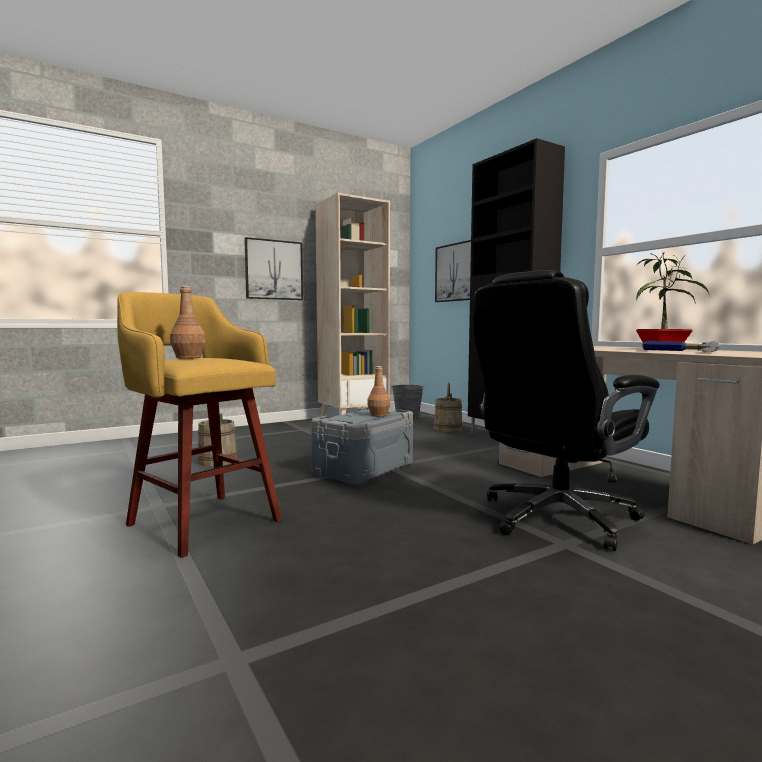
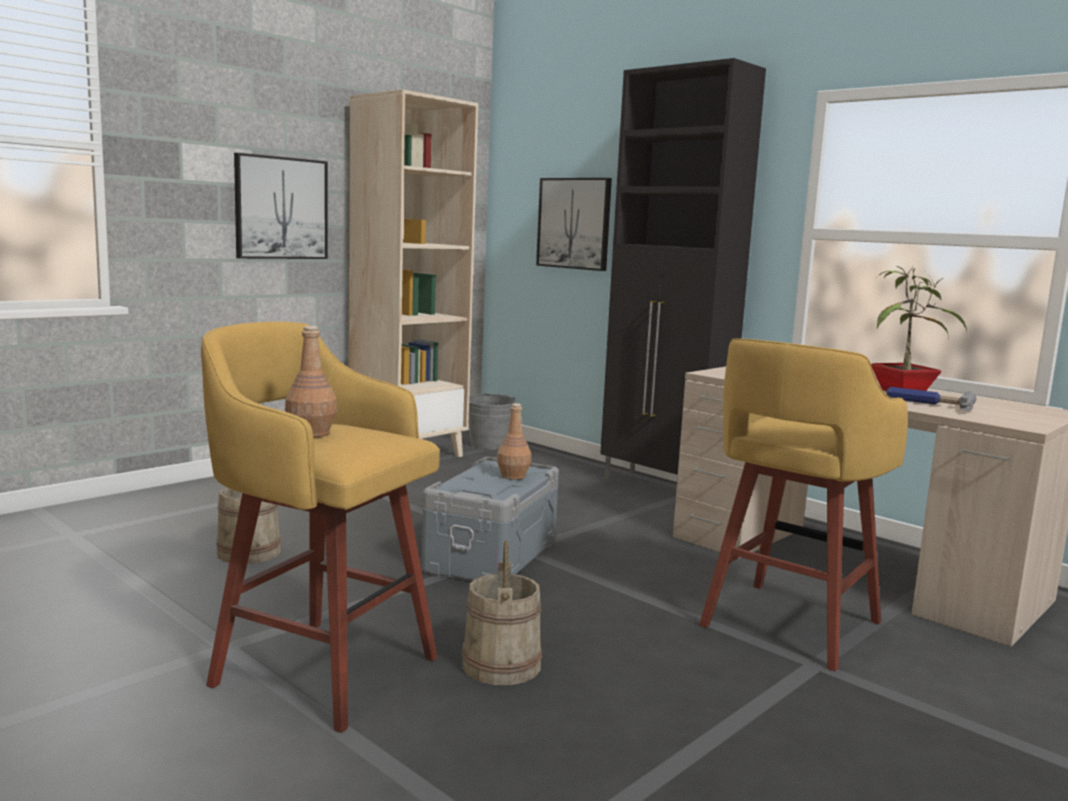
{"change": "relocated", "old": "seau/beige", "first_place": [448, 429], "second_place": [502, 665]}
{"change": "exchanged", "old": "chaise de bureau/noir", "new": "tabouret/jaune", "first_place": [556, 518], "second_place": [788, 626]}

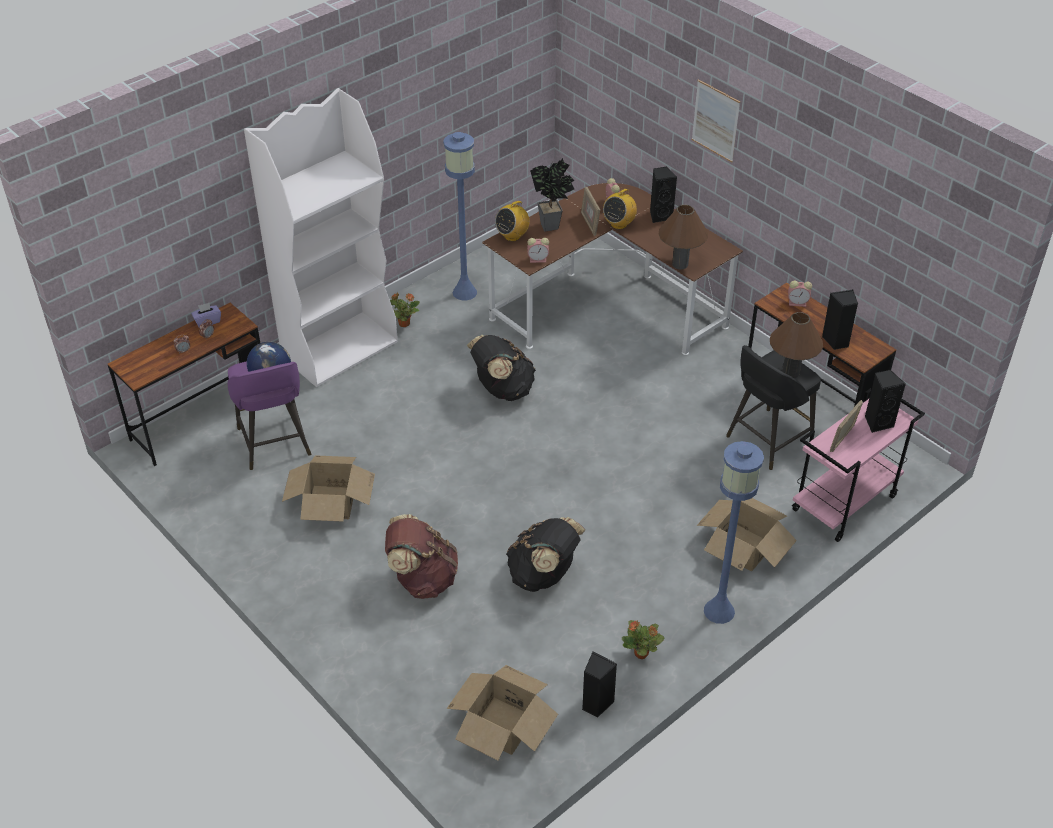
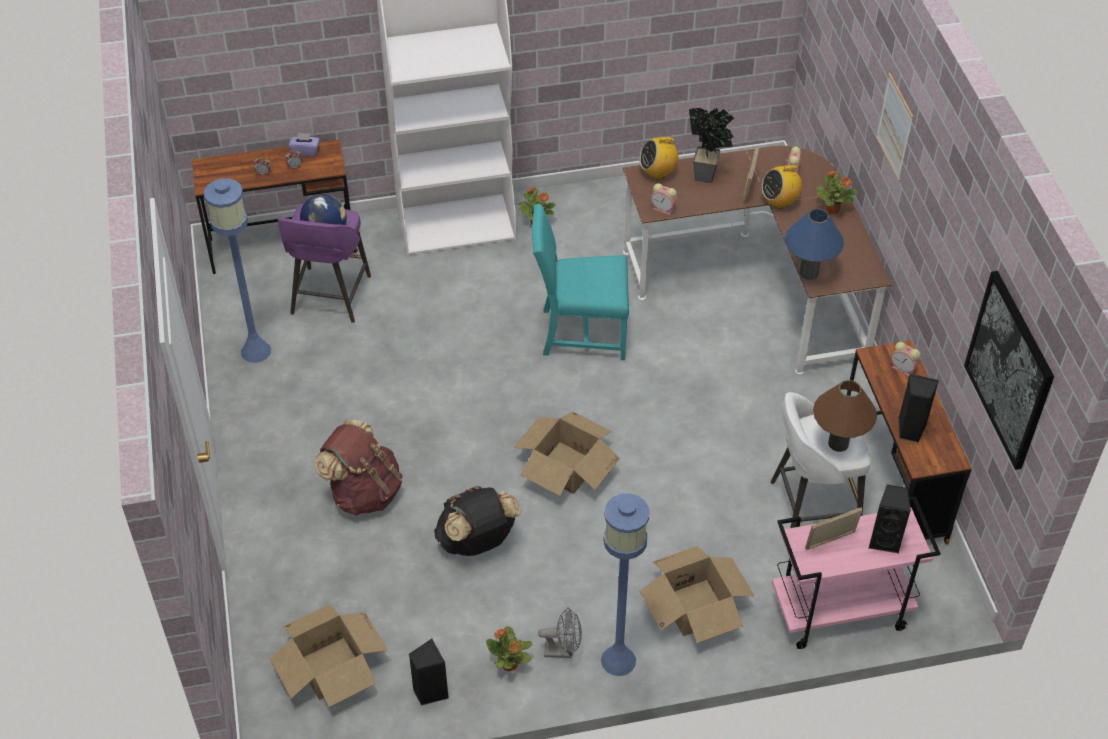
{"change": "relocated", "old": "lampadaire/bleu", "first_place": [464, 292], "second_place": [255, 351]}
{"change": "relocated", "old": "carton", "first_place": [331, 502], "second_place": [566, 467]}
{"change": "exchanged", "old": "sac à dos/noir", "new": "chaise/turquoise", "first_place": [502, 389], "second_place": [580, 332]}
{"change": "appeared", "new": "ventilateur/gris", "second_place": [563, 650]}
{"change": "colour", "old": "tabouret/noir", "new": "tabouret/blanc", "first_place": [767, 440], "second_place": [811, 505]}
{"change": "colour", "old": "lampe de table/marron", "new": "lampe de table/bleu", "first_place": [680, 264], "second_place": [809, 273]}
{"change": "exchanged", "old": "enceinte/noir", "new": "plante en pot", "first_place": [660, 216], "second_place": [832, 209]}
{"change": "appeared", "new": "tableau", "second_place": [1009, 370]}

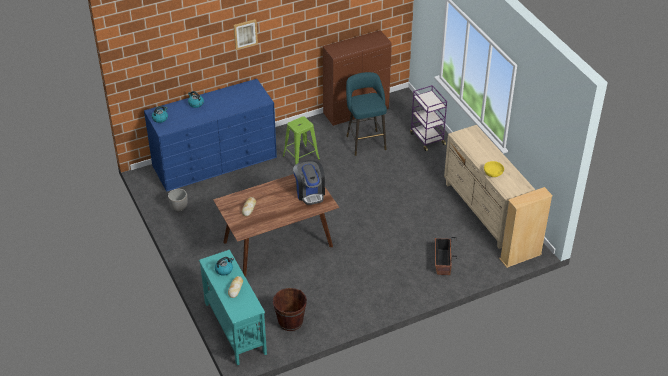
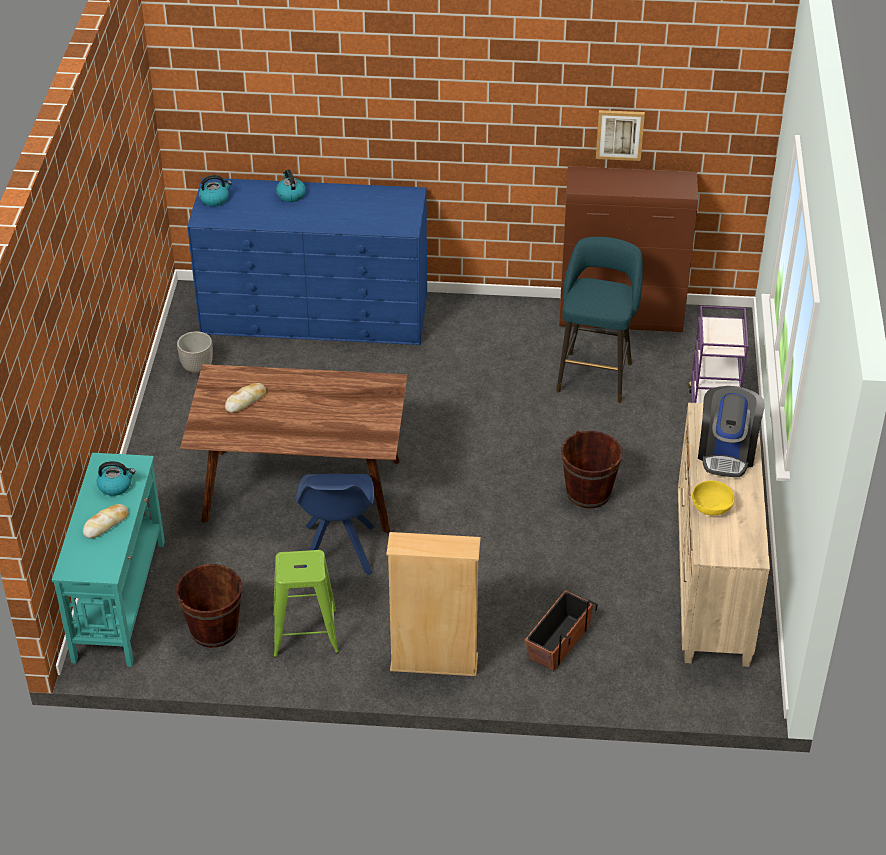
{"change": "relocated", "old": "tabouret/vert", "first_place": [300, 158], "second_place": [304, 633]}
{"change": "appeared", "new": "chaise/bleu", "second_place": [338, 551]}
{"change": "relocated", "old": "bibliothèque/beige", "first_place": [520, 257], "second_place": [434, 663]}
{"change": "appeared", "new": "seau/marron", "second_place": [588, 493]}
{"change": "relocated", "old": "tableau", "first_place": [245, 34], "second_place": [619, 134]}
{"change": "relocated", "old": "machine à café", "first_place": [310, 192], "second_place": [726, 452]}

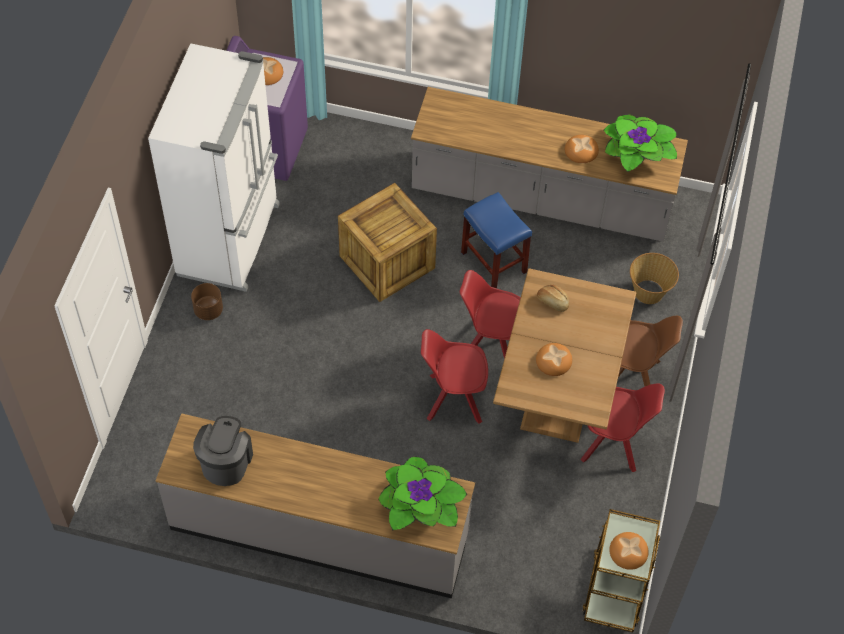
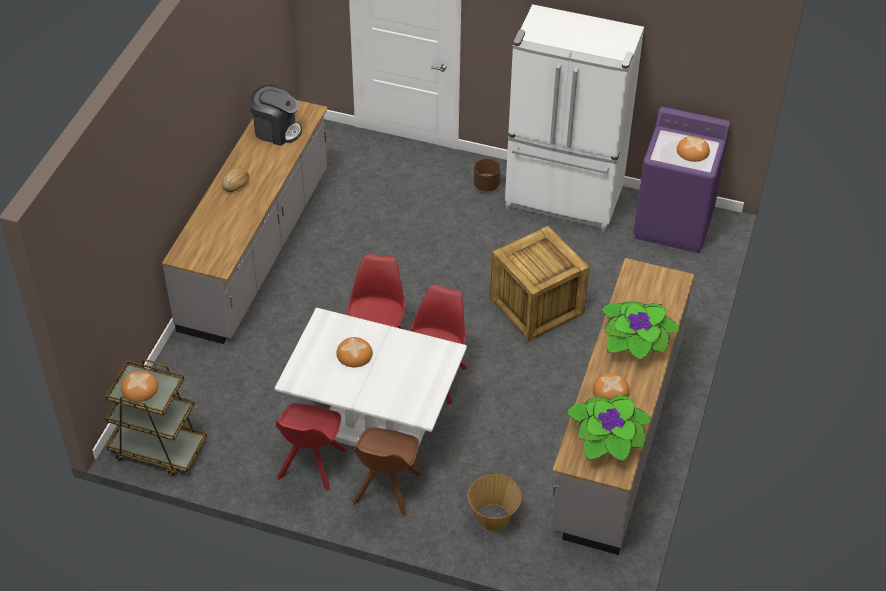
{"change": "relocated", "old": "pain", "first_place": [552, 302], "second_place": [236, 184]}
{"change": "colour", "old": "table à manger/marron", "new": "table à manger/blanc", "first_place": [557, 393], "second_place": [374, 425]}
{"change": "relocated", "old": "plante en pot", "first_place": [420, 505], "second_place": [635, 342]}
{"change": "missing", "old": "tabouret/bleu", "first_place": [494, 262]}

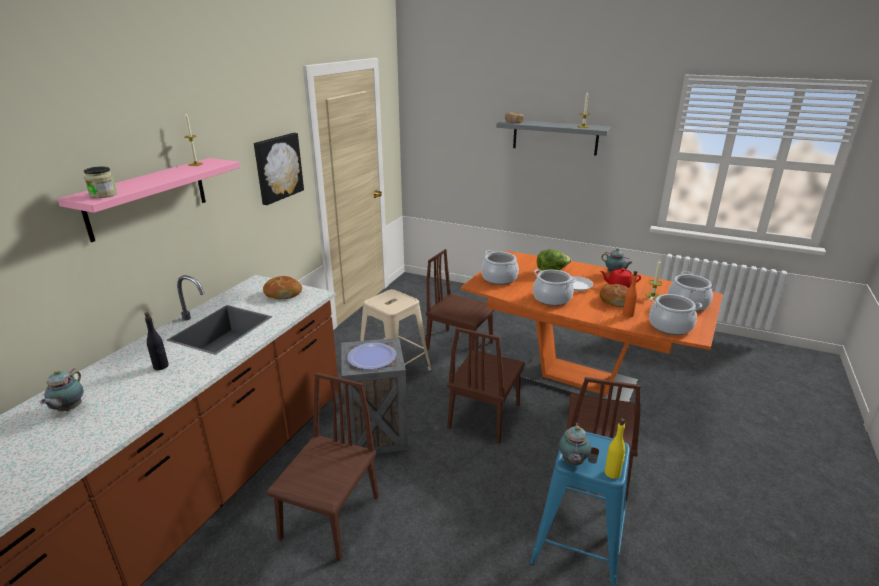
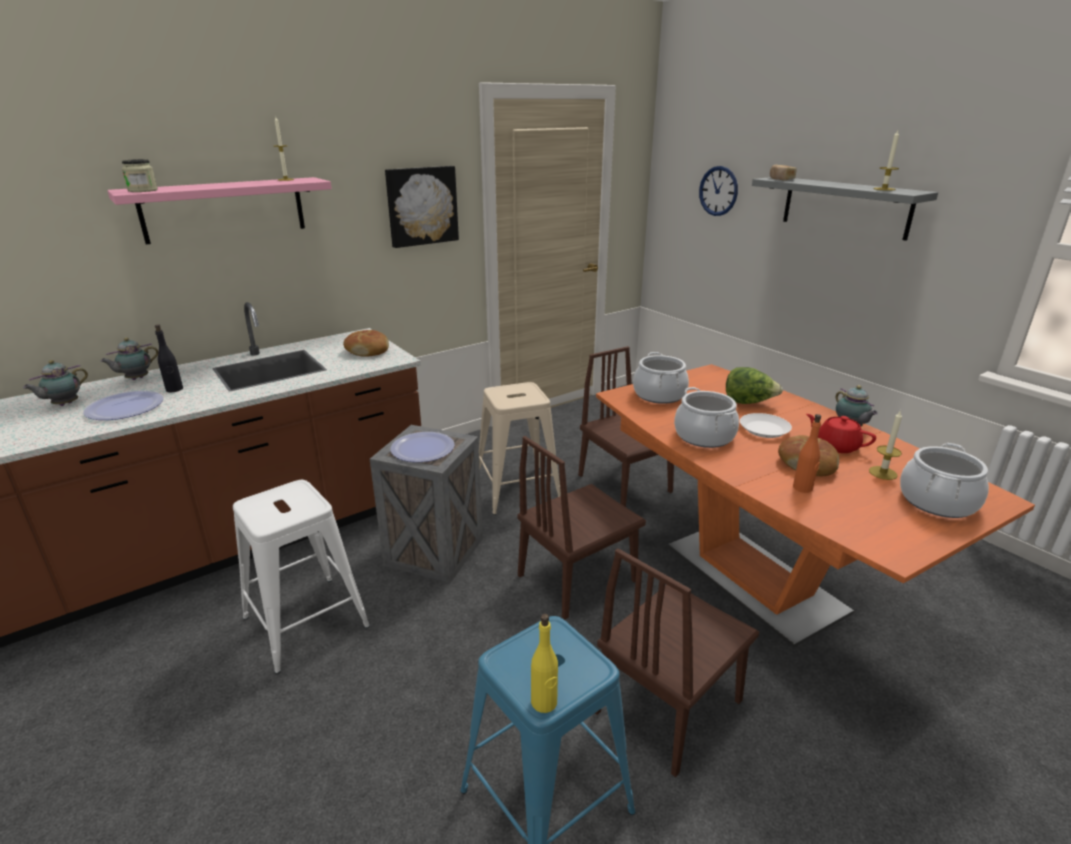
{"change": "appeared", "new": "assiette", "second_place": [124, 407]}
{"change": "relocated", "old": "théière", "first_place": [572, 462], "second_place": [136, 379]}
{"change": "exchanged", "old": "chaise/marron", "new": "tabouret/blanc", "first_place": [330, 517], "second_place": [305, 622]}
{"change": "appeared", "new": "horloge murale", "second_place": [718, 191]}
{"change": "missing", "old": "marmite", "first_place": [670, 326]}

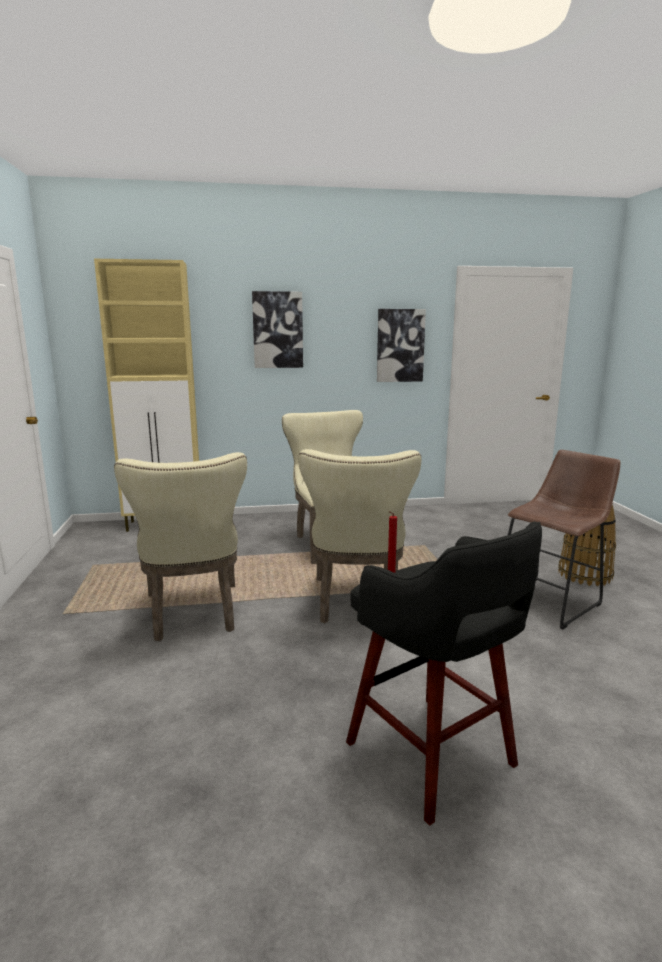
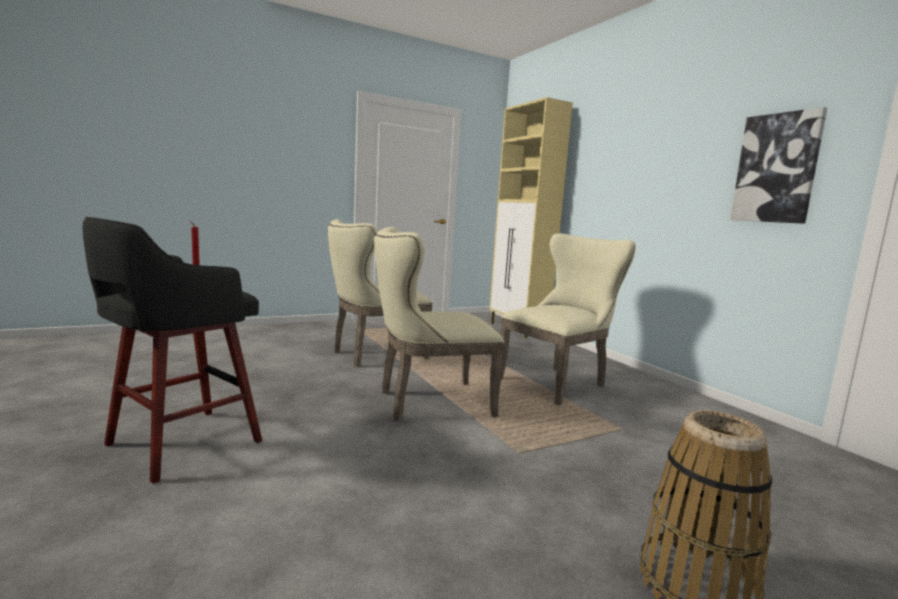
{"change": "missing", "old": "tableau", "first_place": [277, 330]}
{"change": "missing", "old": "tabouret/marron", "first_place": [551, 600]}

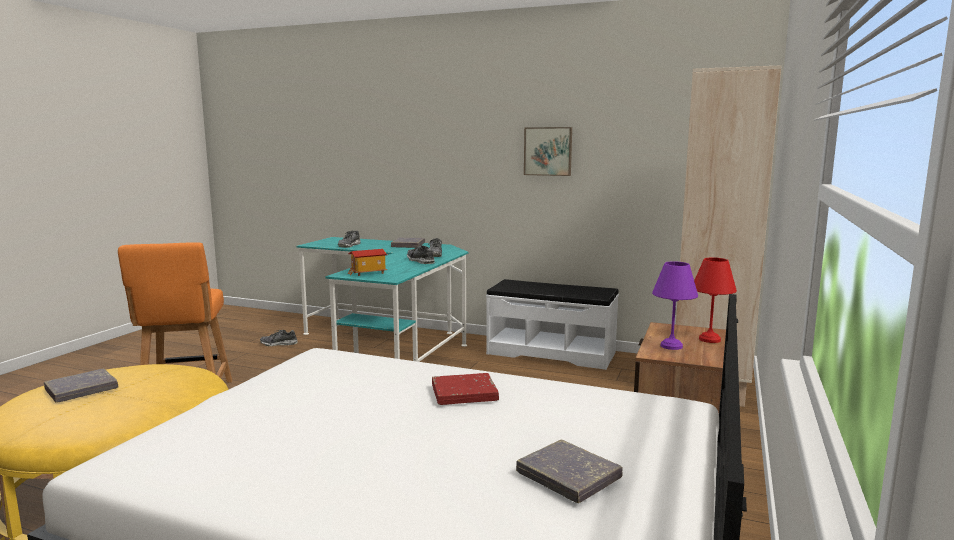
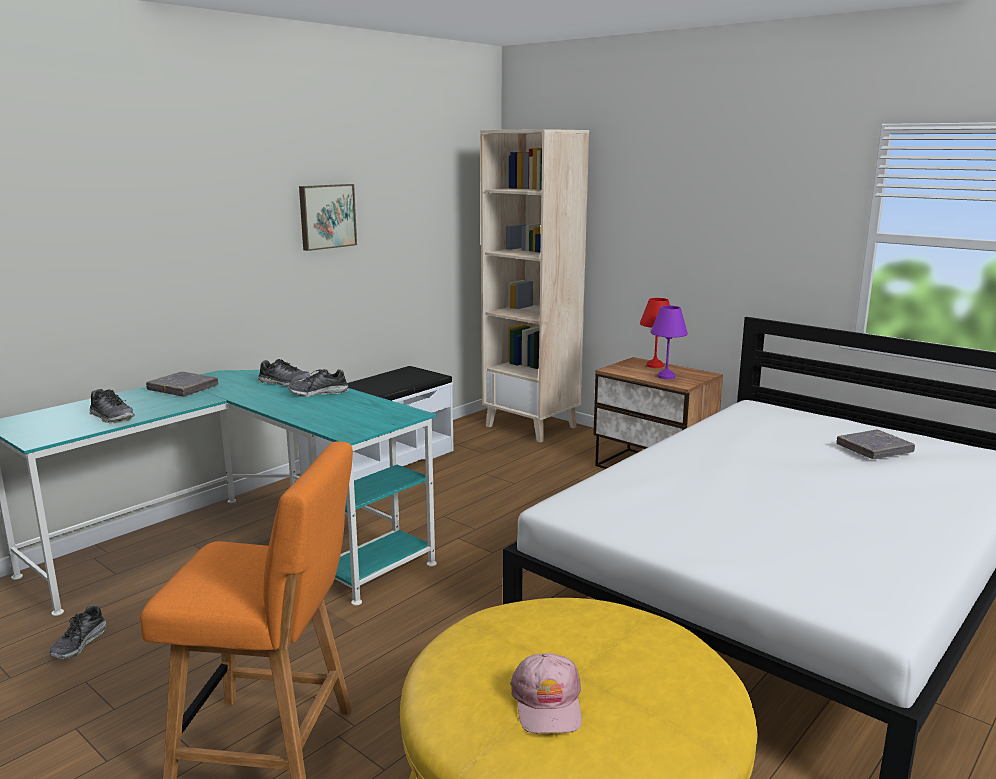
{"change": "exchanged", "old": "livre/gris", "new": "casquette/rose", "first_place": [81, 390], "second_place": [548, 703]}
{"change": "missing", "old": "maison miniature", "first_place": [368, 273]}
{"change": "missing", "old": "livre/rouge", "first_place": [464, 394]}

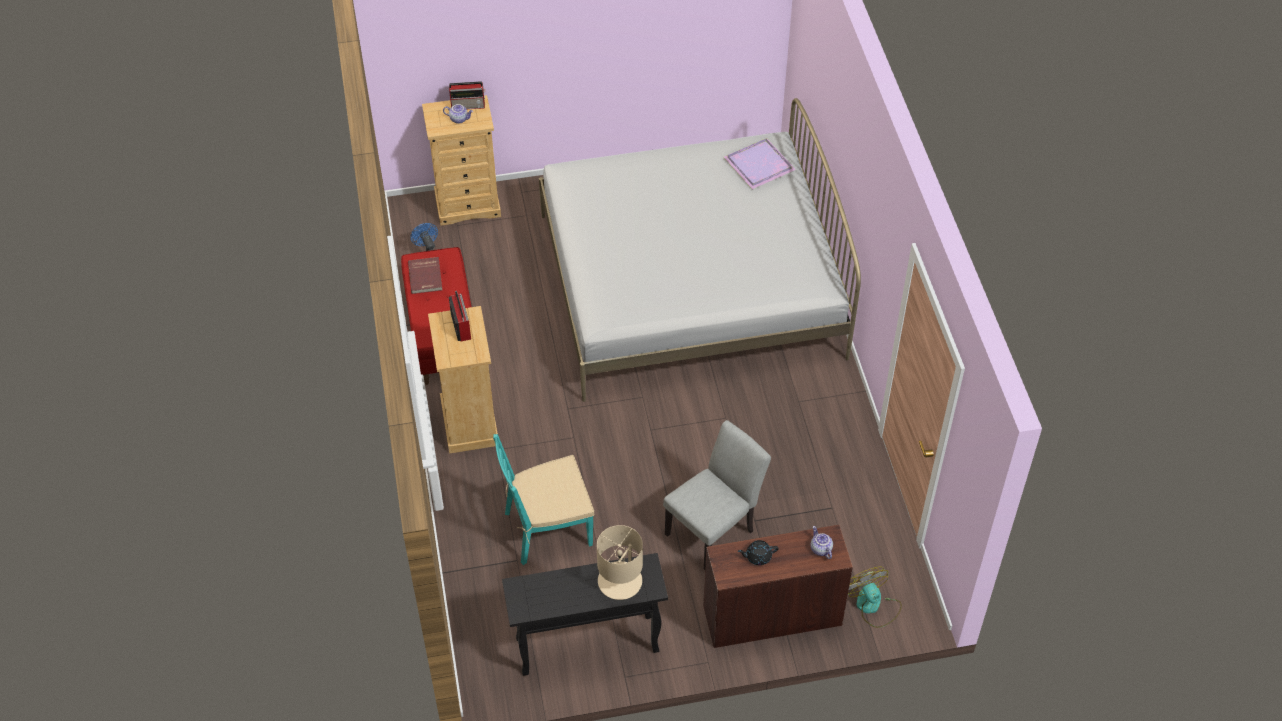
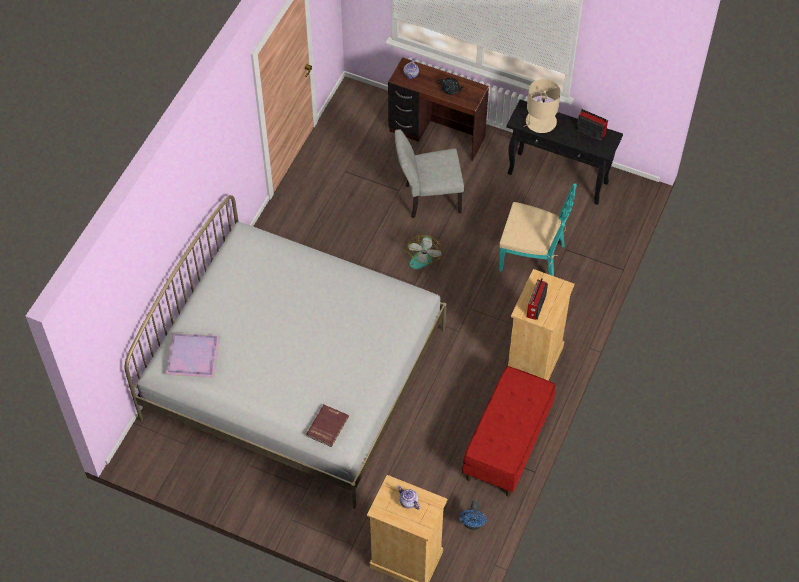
{"change": "relocated", "old": "livre/rouge", "first_place": [426, 276], "second_place": [326, 426]}
{"change": "relocated", "old": "ventilateur", "first_place": [872, 606], "second_place": [422, 255]}
{"change": "relocated", "old": "radio", "first_place": [469, 105], "second_place": [590, 131]}

